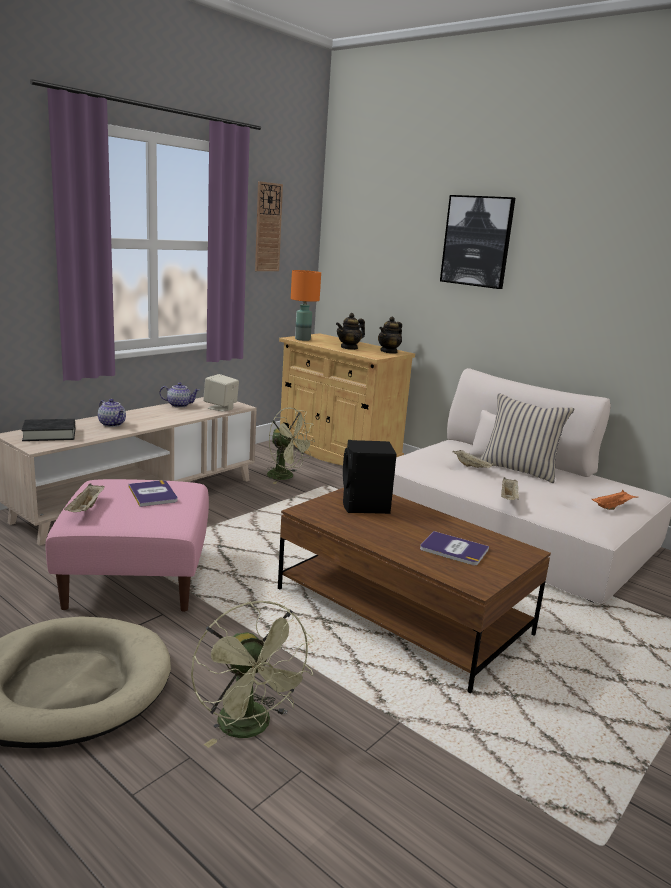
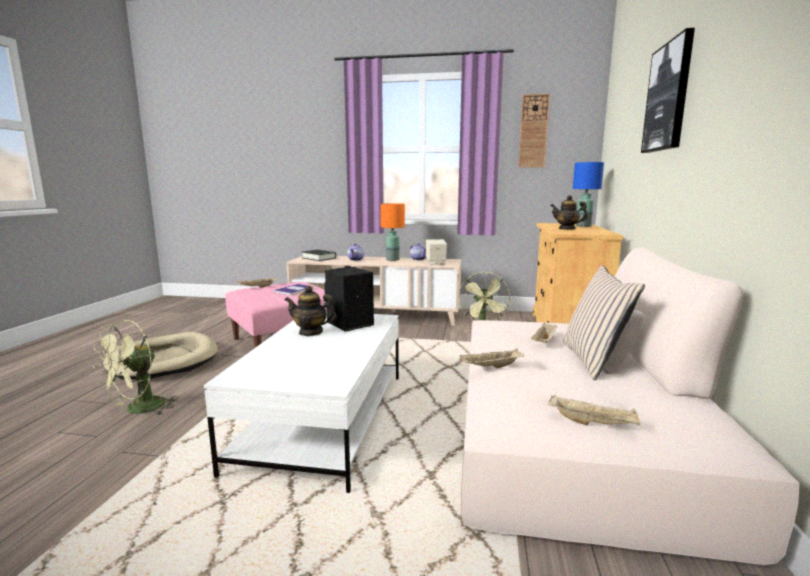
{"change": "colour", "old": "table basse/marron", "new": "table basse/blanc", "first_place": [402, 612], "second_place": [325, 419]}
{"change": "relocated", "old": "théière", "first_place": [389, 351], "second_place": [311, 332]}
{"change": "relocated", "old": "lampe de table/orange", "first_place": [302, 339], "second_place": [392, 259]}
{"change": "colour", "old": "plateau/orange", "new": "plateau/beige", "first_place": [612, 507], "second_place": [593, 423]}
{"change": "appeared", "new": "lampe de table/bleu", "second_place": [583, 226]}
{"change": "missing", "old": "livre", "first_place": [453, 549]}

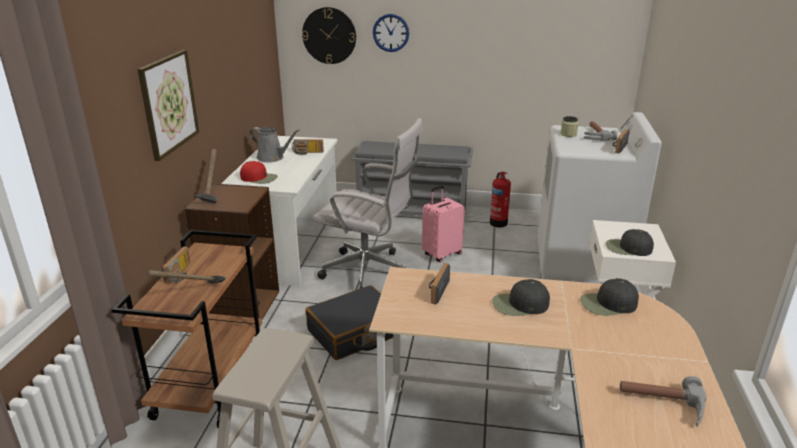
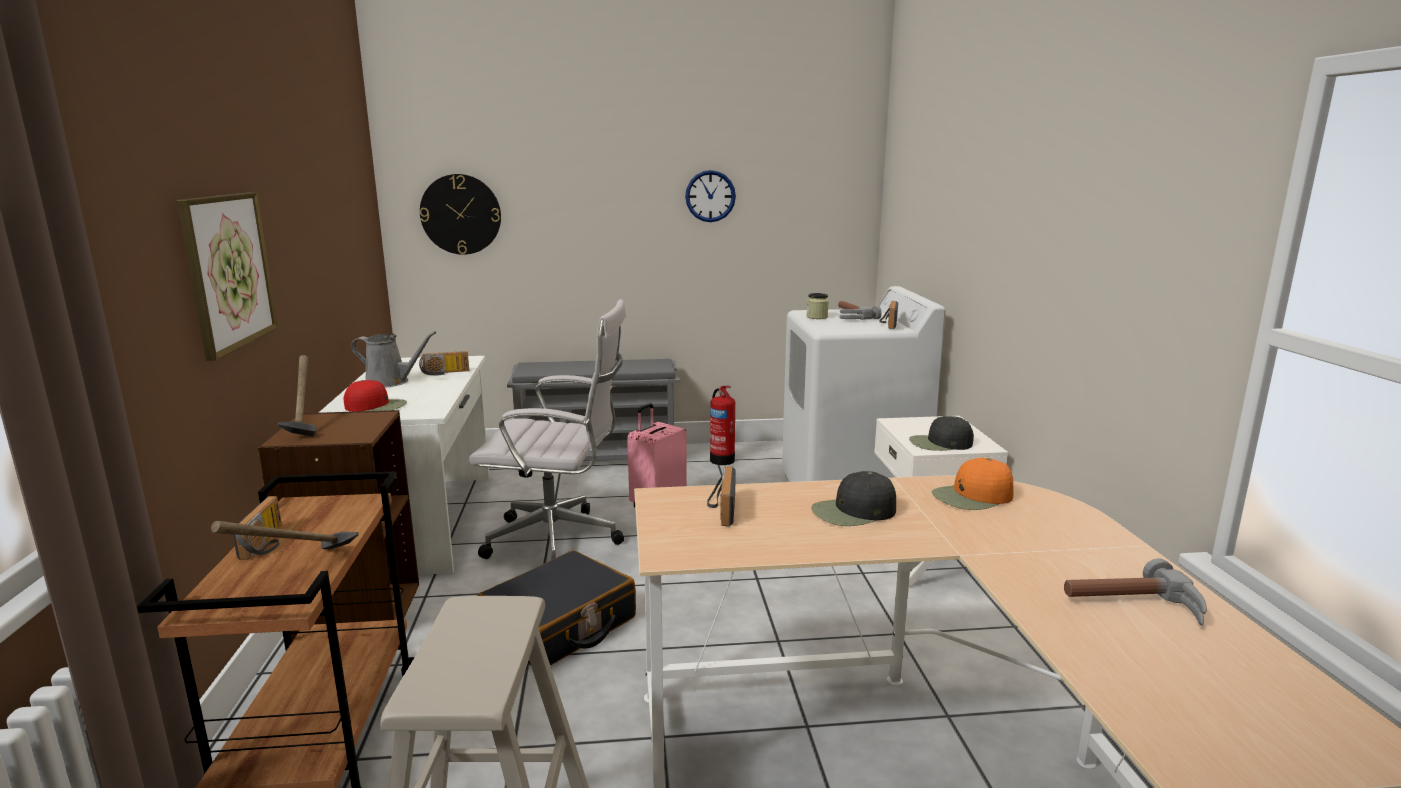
{"change": "relocated", "old": "horloge murale", "first_place": [391, 33], "second_place": [710, 196]}
{"change": "colour", "old": "casquette/noir", "new": "casquette/orange", "first_place": [608, 304], "second_place": [973, 496]}

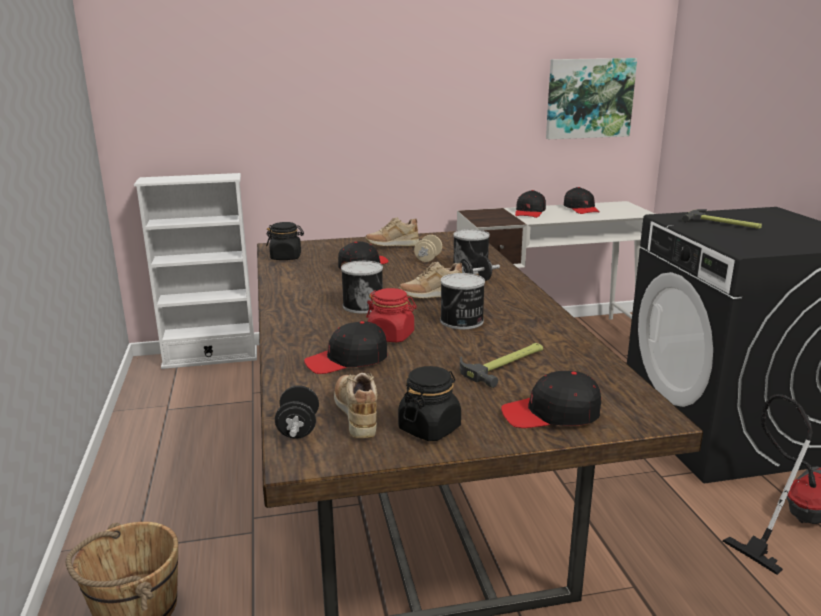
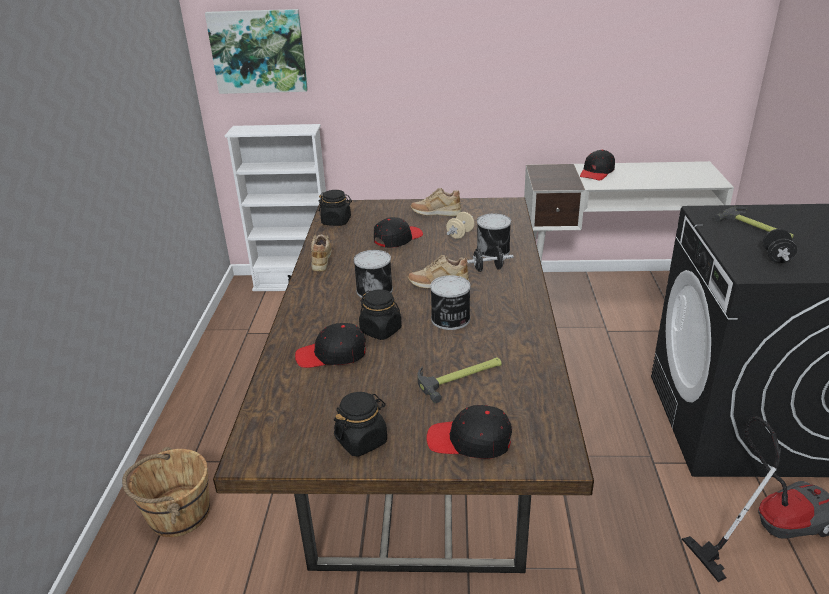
{"change": "relocated", "old": "tableau", "first_place": [589, 98], "second_place": [258, 51]}
{"change": "relocated", "old": "chaussure/beige", "first_place": [356, 416], "second_place": [322, 259]}
{"change": "colour", "old": "bocal/rouge", "new": "bocal/noir", "first_place": [391, 336], "second_place": [381, 330]}
{"change": "relocated", "old": "haltère/noir", "first_place": [298, 429], "second_place": [776, 257]}
{"change": "missing", "old": "casquette/noir", "first_place": [581, 209]}

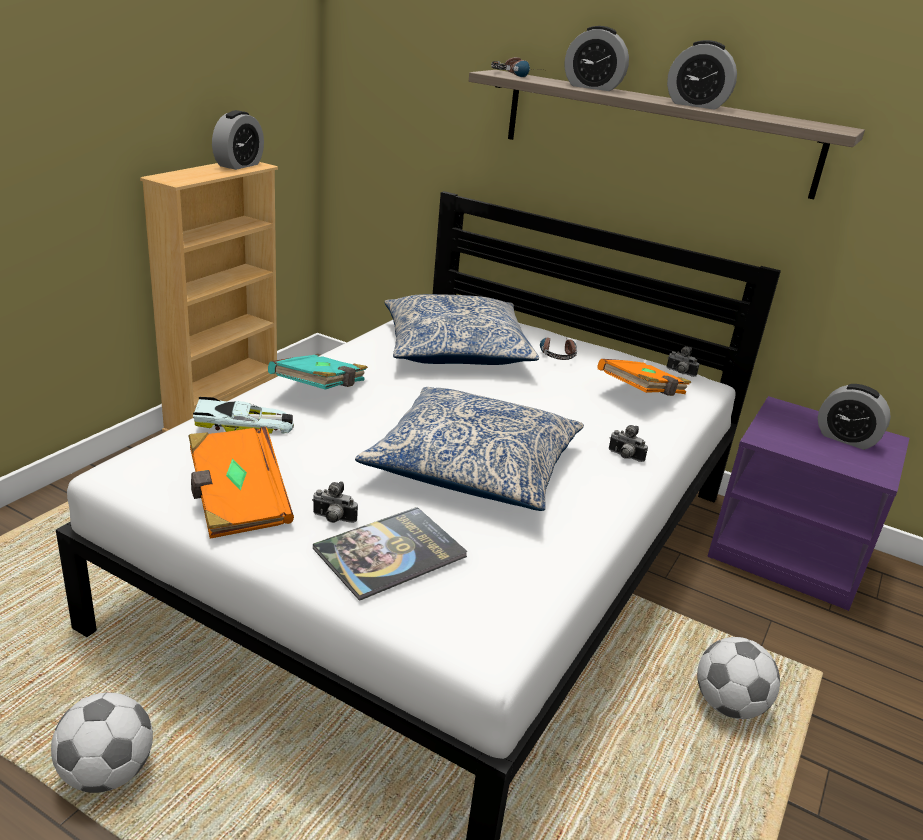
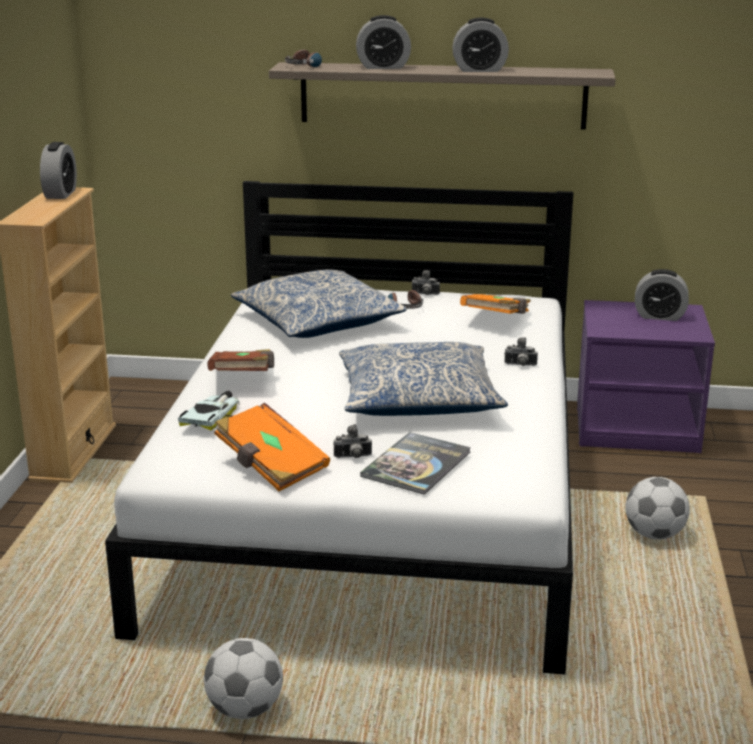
{"change": "spun", "old": "petite voiture", "first_place": [244, 425], "second_place": [213, 417], "degrees": -45}
{"change": "colour", "old": "livre/turquoise", "new": "livre/marron", "first_place": [321, 390], "second_place": [243, 378]}
{"change": "relocated", "old": "appareil photo", "first_place": [679, 373], "second_place": [425, 294]}

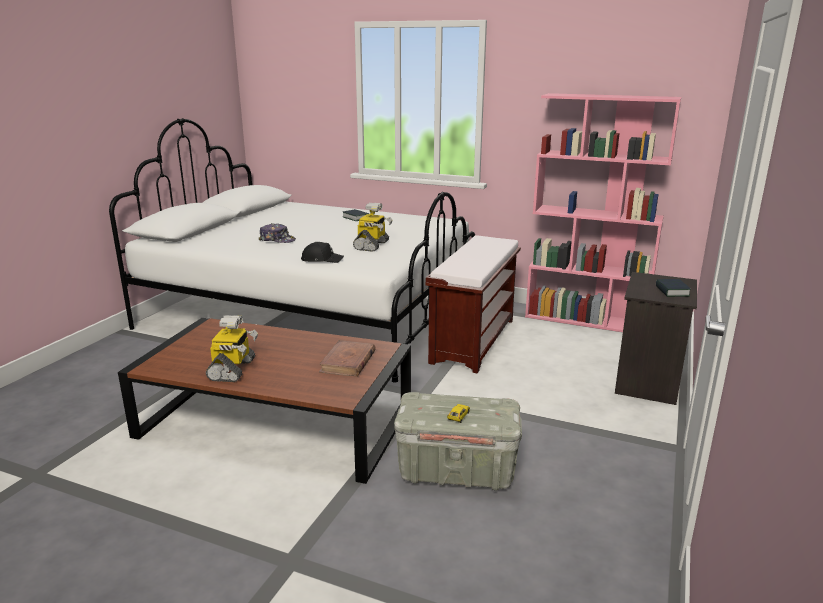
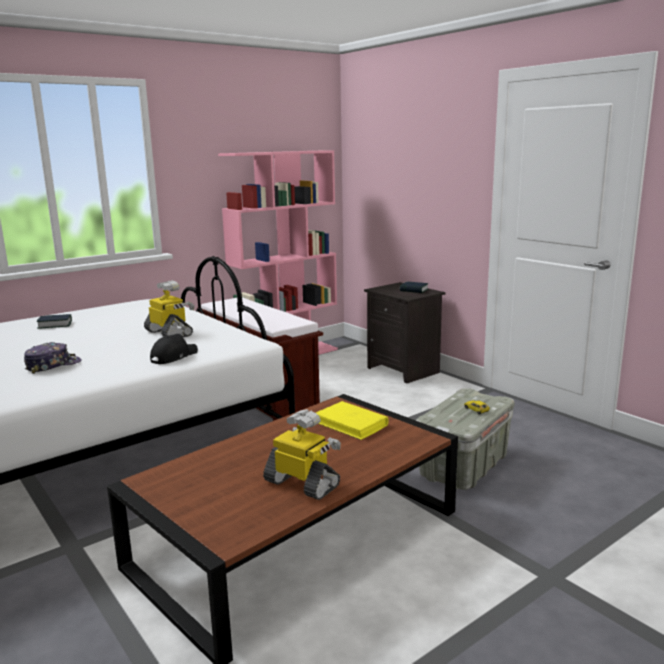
{"change": "colour", "old": "livre/marron", "new": "livre/jaune", "first_place": [348, 362], "second_place": [351, 424]}

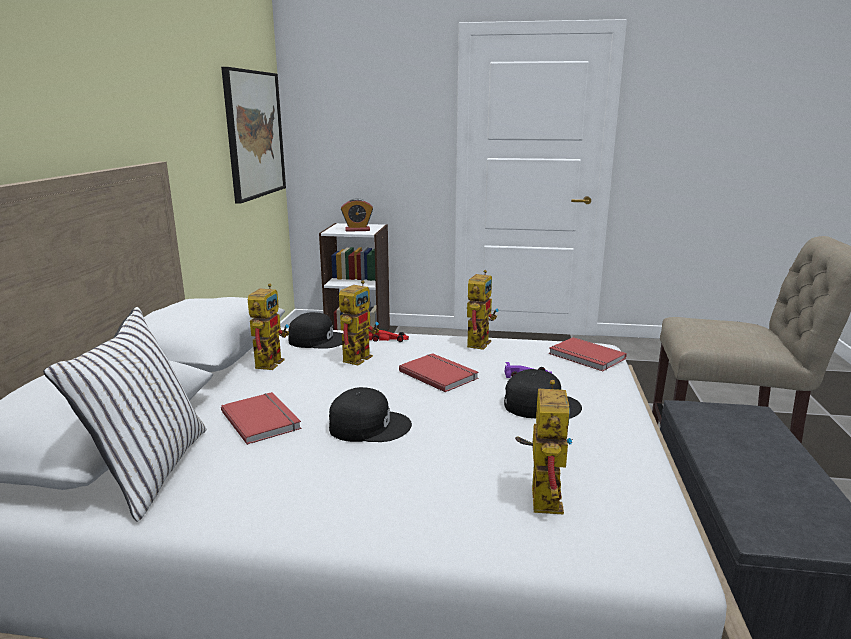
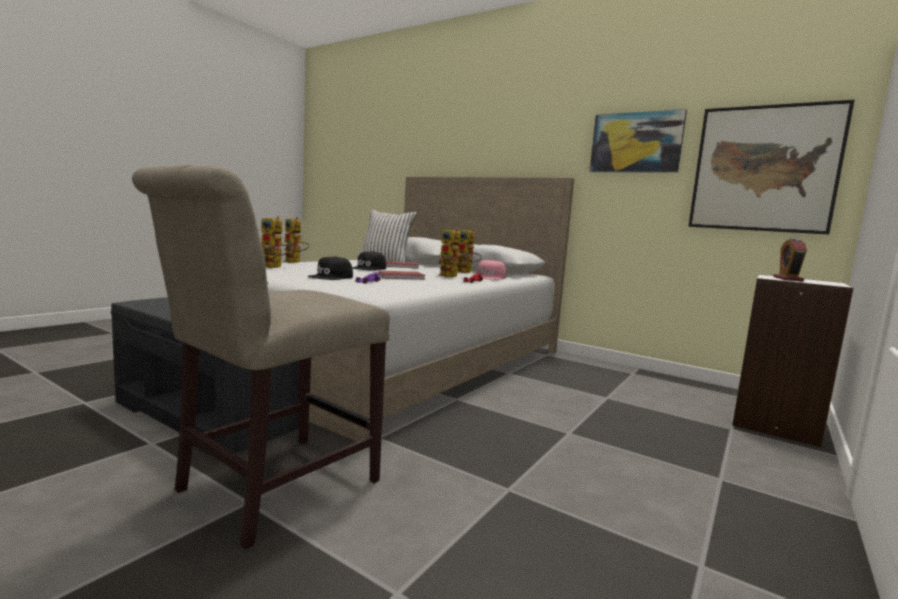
{"change": "relocated", "old": "robot jouet", "first_place": [478, 341], "second_place": [295, 262]}
{"change": "colour", "old": "casquette/noir", "new": "casquette/rose", "first_place": [318, 339], "second_place": [490, 277]}
{"change": "appeared", "new": "tableau", "second_place": [636, 142]}
{"change": "missing", "old": "livre/rouge", "first_place": [585, 357]}

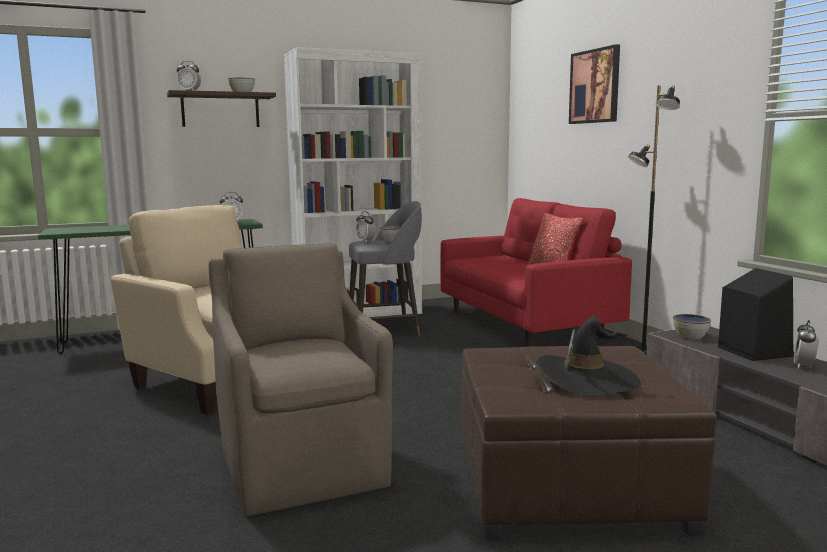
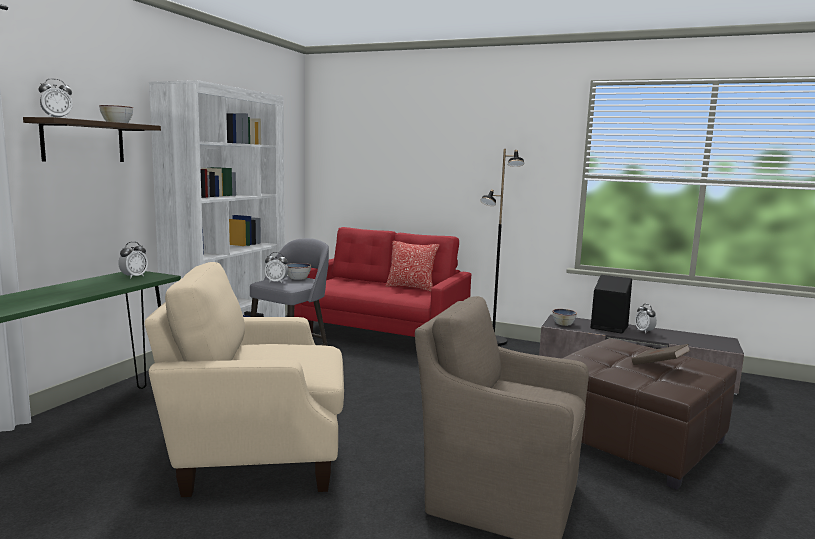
{"change": "exchanged", "old": "chapeau/noir", "new": "livre/marron", "first_place": [587, 379], "second_place": [659, 366]}
{"change": "missing", "old": "tableau", "first_place": [595, 86]}

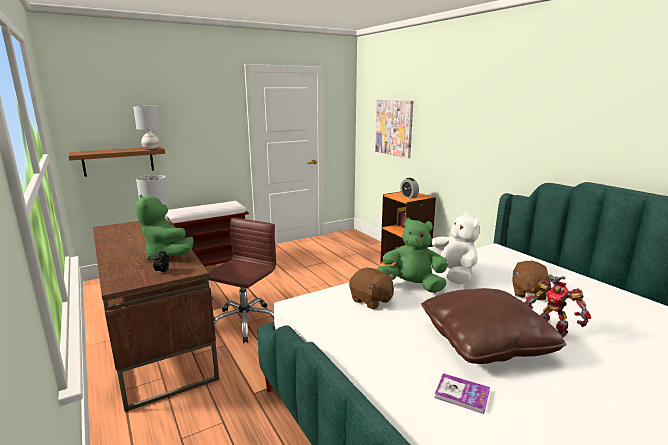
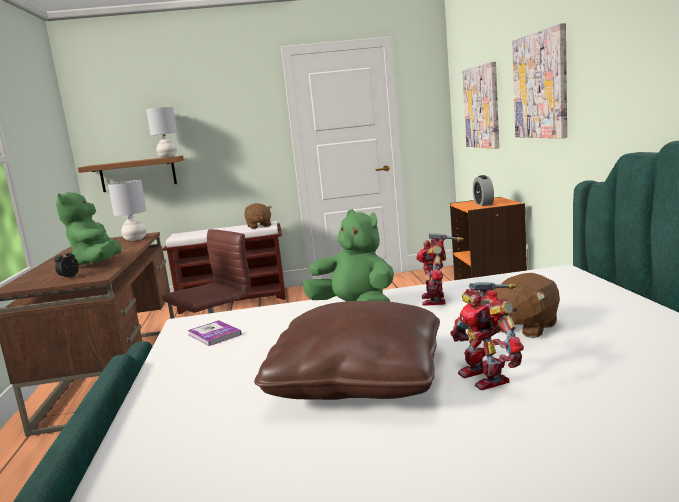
{"change": "relocated", "old": "livre", "first_place": [462, 394], "second_place": [214, 334]}
{"change": "relocated", "old": "peluche/marron", "first_place": [371, 301], "second_place": [258, 226]}
{"change": "exchanged", "old": "peluche/blanc", "new": "robot jouet", "first_place": [452, 274], "second_place": [436, 300]}
{"change": "appeared", "new": "tableau", "second_place": [540, 85]}

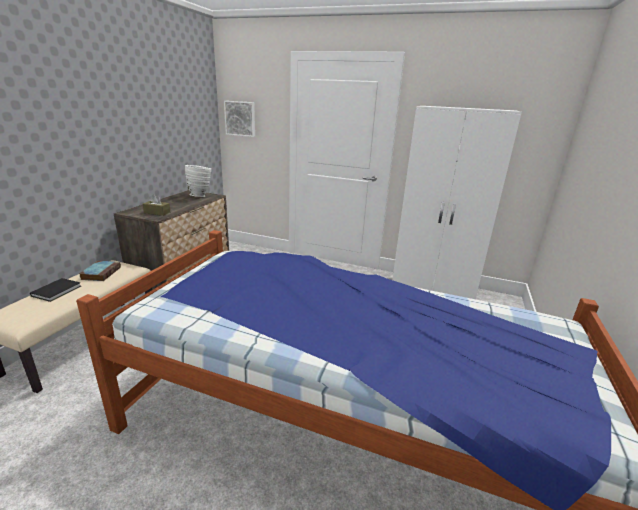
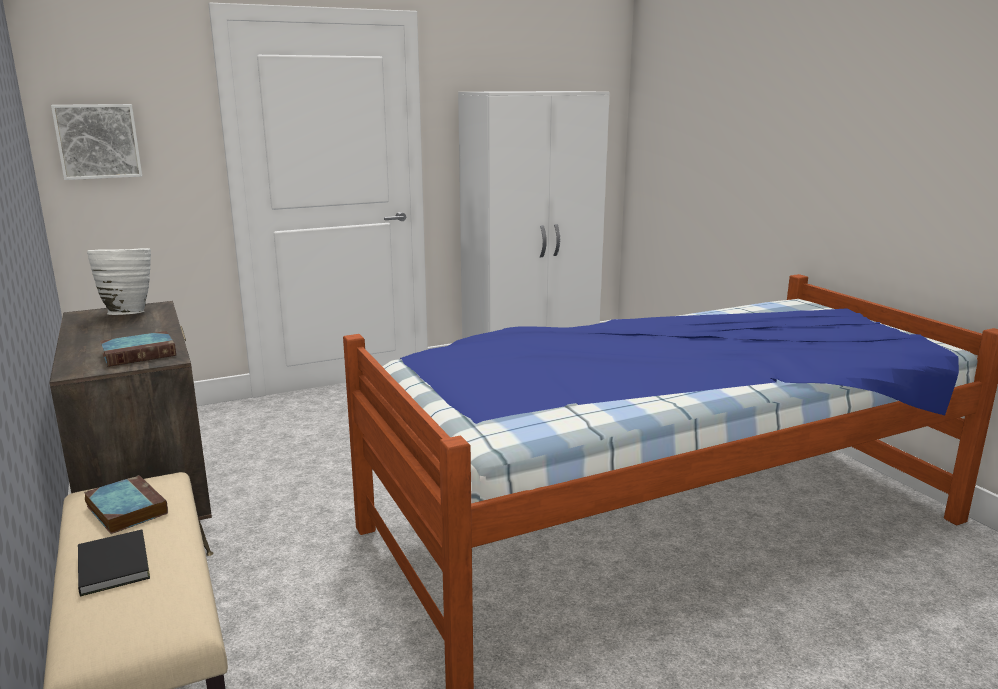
{"change": "exchanged", "old": "boîte à mouchoirs/marron", "new": "livre", "first_place": [157, 212], "second_place": [140, 354]}

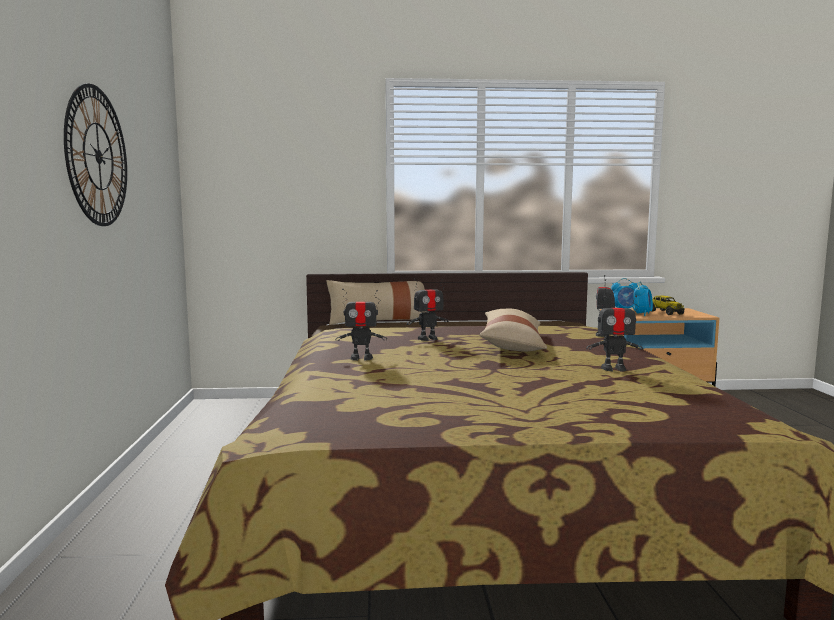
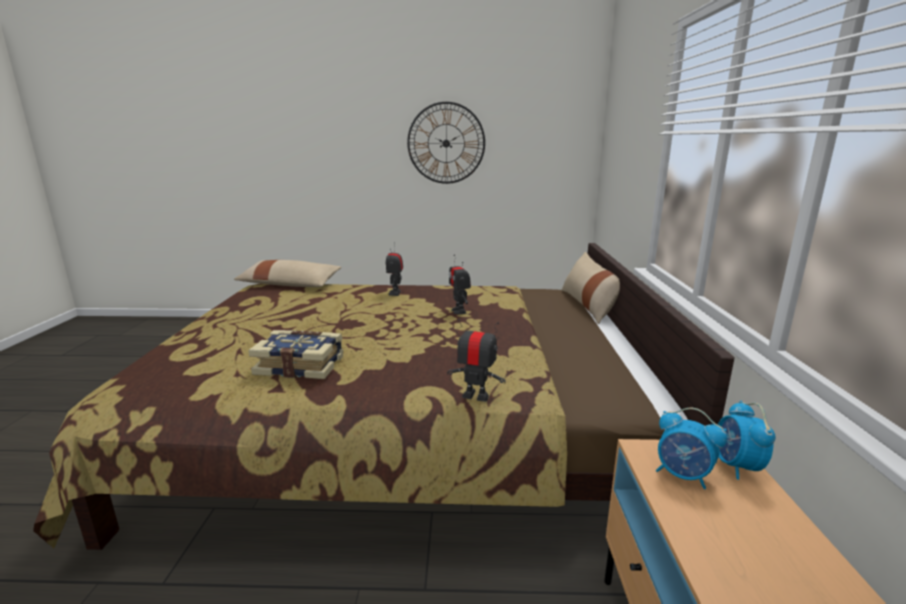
{"change": "relocated", "old": "coussin/beige", "first_place": [512, 344], "second_place": [290, 284]}
{"change": "exchanged", "old": "robot jouet", "new": "livre", "first_place": [613, 368], "second_place": [300, 365]}
{"change": "missing", "old": "camion jouet", "first_place": [665, 312]}

